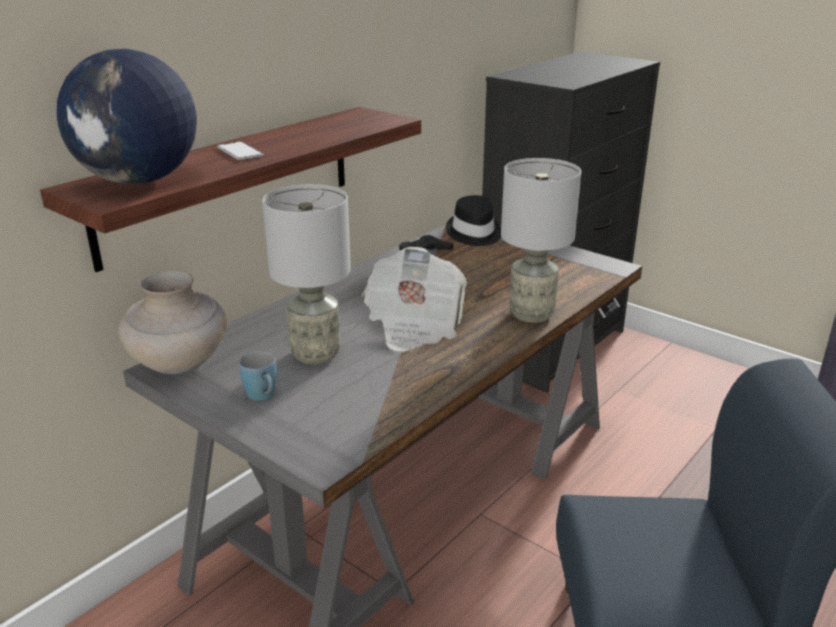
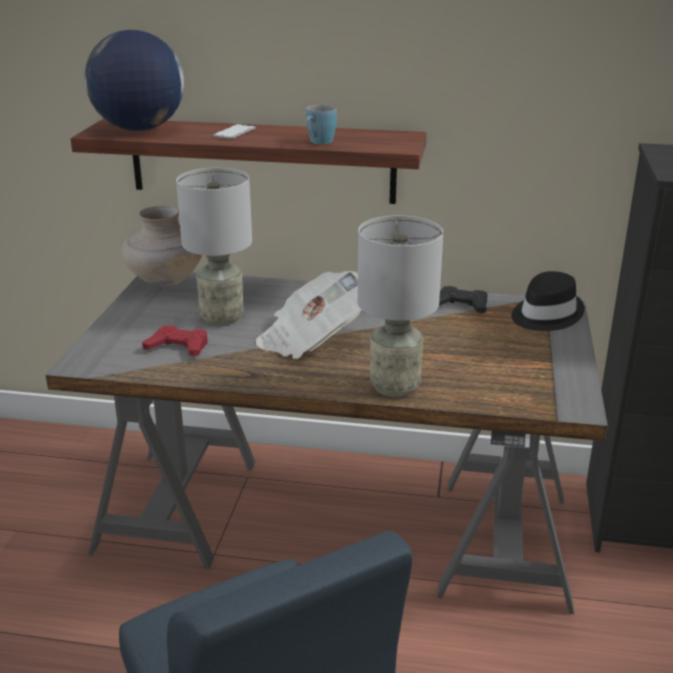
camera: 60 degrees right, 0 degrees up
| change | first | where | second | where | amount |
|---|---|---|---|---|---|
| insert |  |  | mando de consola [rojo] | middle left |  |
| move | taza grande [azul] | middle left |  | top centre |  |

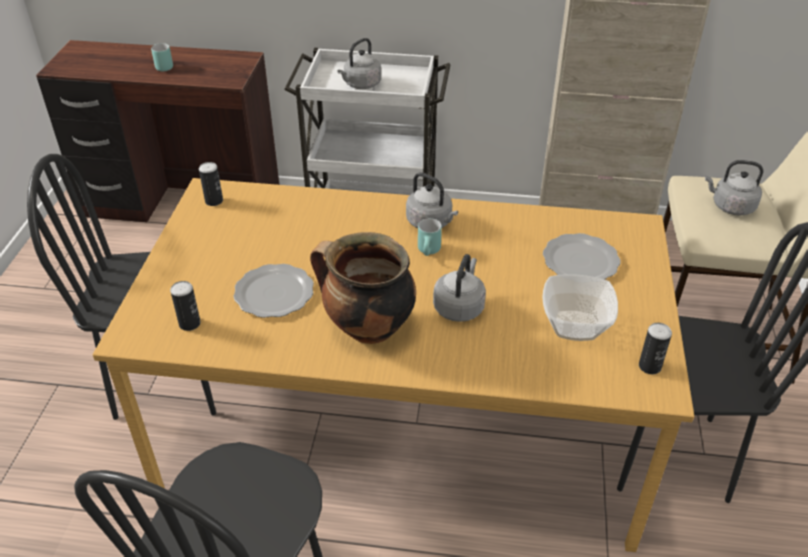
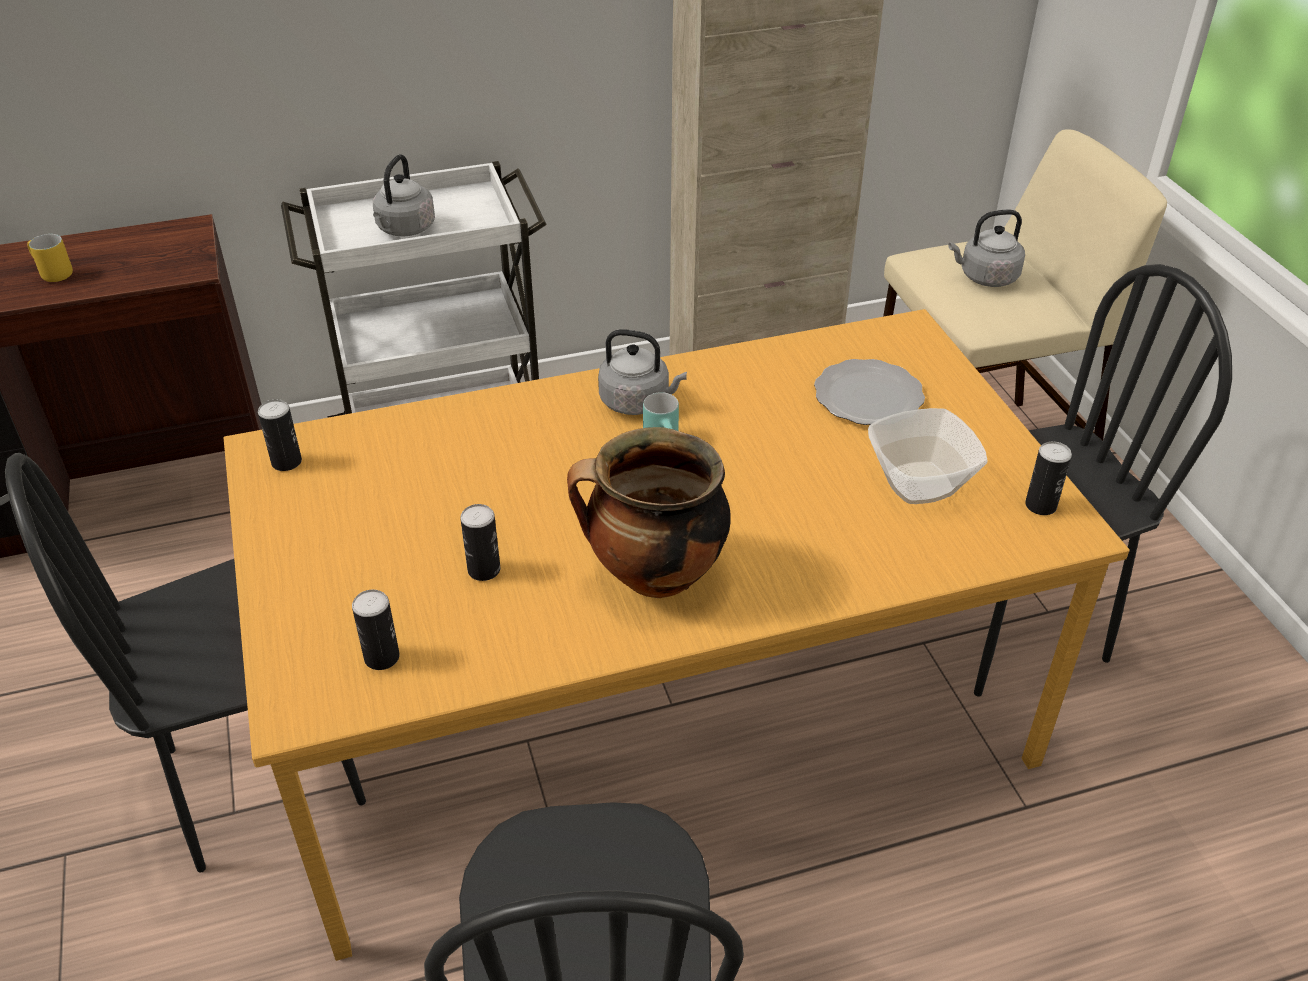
camera: 25 degrees left, 0 degrees up
| change | first | where | second | where | amount |
|---|---|---|---|---|---|
| delete | hervidor [gris] (3rd from left) | centre |  |  |  |
| replace | plato (1st from left) | centre | lata (3rd from left) | centre |  |
| recolor | taza grande [turquesa] (1st from left) | top left | taza grande [amarillo] | top left |  |

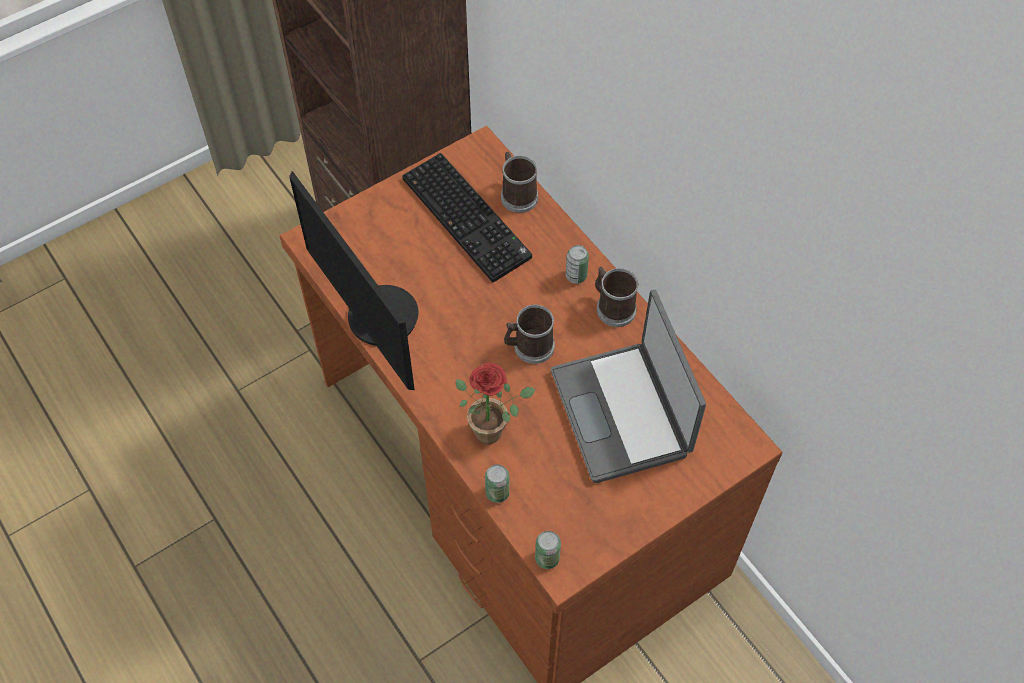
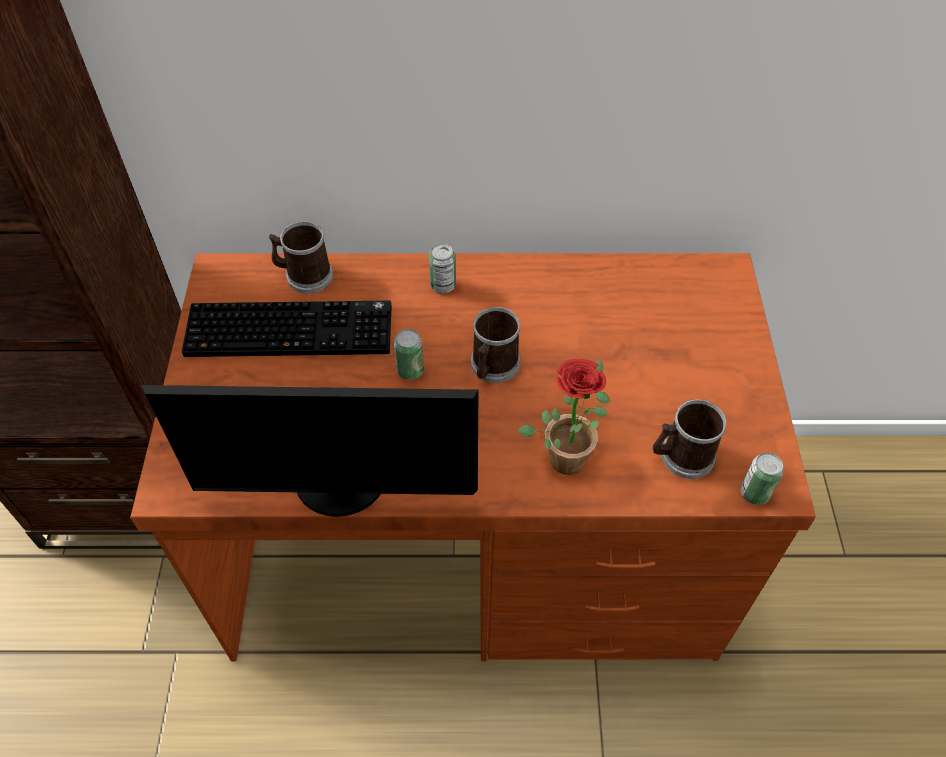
camera: 55 degrees left, 5 degrees down
| change | first | where | second | where | amount |
|---|---|---|---|---|---|
| delete | portátil | centre |  |  |  |
| move | lata (1st from left) | bottom centre |  | centre |  |
| move | taza grande (3rd from left) | centre |  | middle right |  |

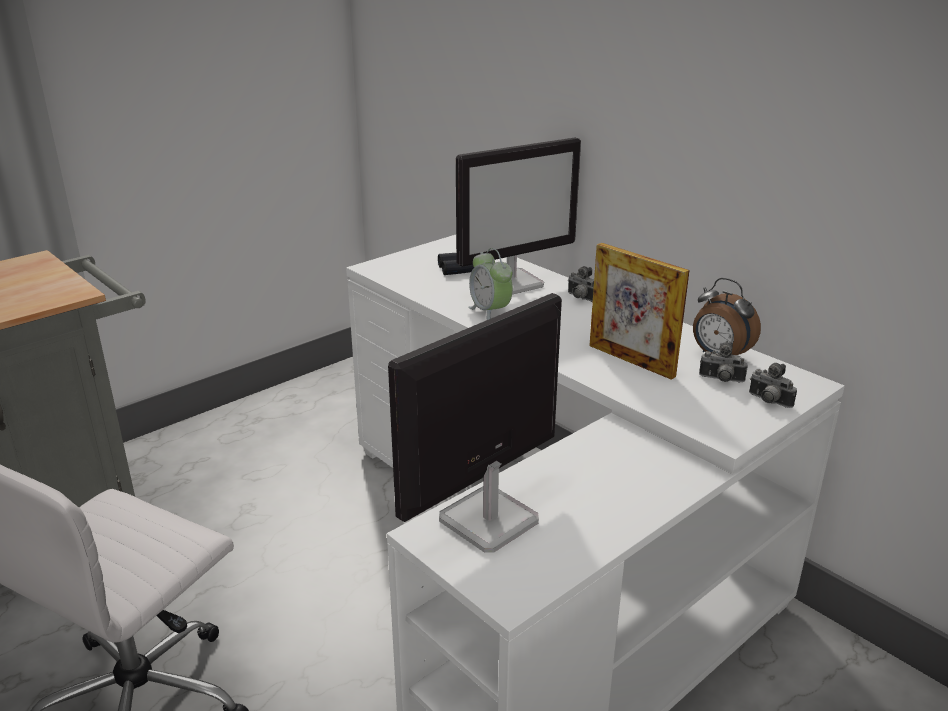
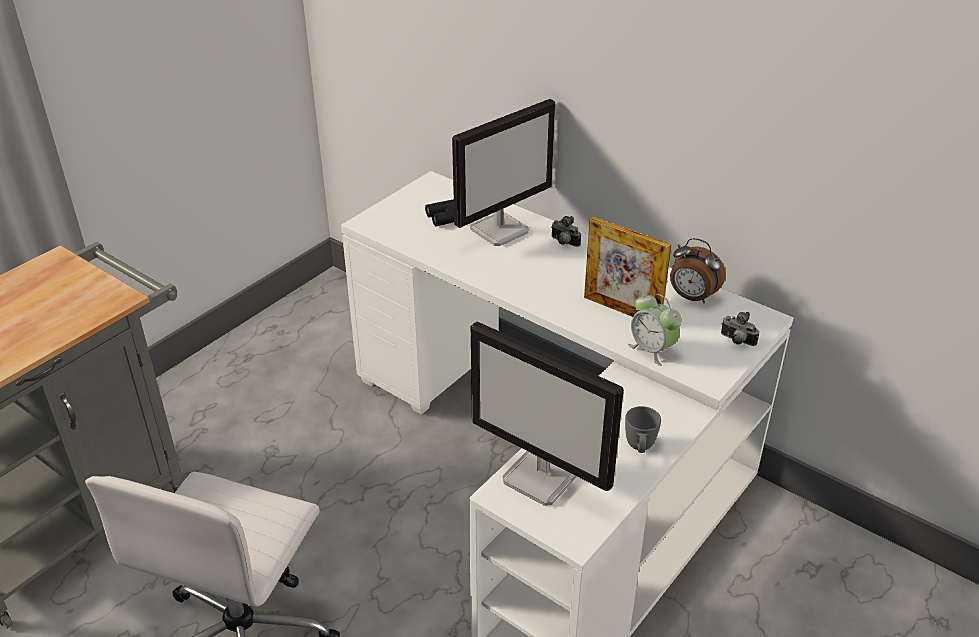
camera: 10 degrees left, 10 degrees up
| change | first | where | second | where | amount |
|---|---|---|---|---|---|
| delete | cámara (2nd from left) | middle right |  |  |  |
| insert |  |  | taza grande [gris] | bottom centre |  |
| move | despertador (1st from left) | centre |  | middle right |  |
| rotate | monitor (1st from left in the first image) | centre | monitor (2nd from left) | centre | 90 degrees counterclockwise |

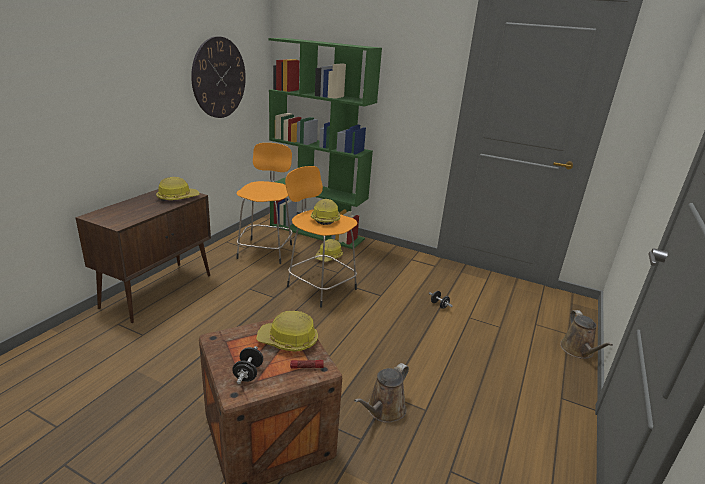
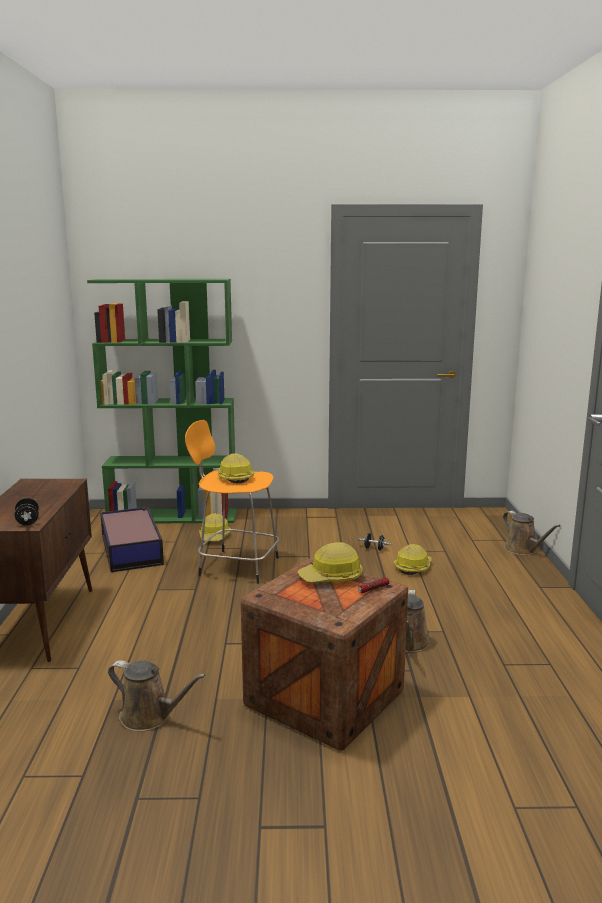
camera: 25 degrees left, 10 degrees down
| change | first | where | second | where | amount |
|---|---|---|---|---|---|
| delete | reloj de pared | top left |  |  |  |
| insert |  |  | regadera [marrón] (1st from left) | bottom left |  |
| move | casco (1st from left in the first image) | middle left | casco (4th from left) | middle right |  |
| move | mancuerna [negro] (1st from left) | bottom centre |  | middle left |  |
| replace | taburete [naranja] (1st from left) | centre | caja de almacenaje | middle left |  |

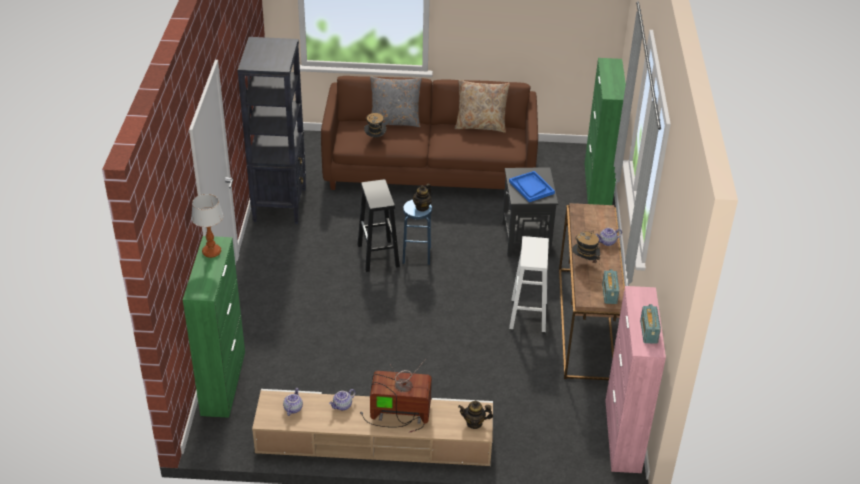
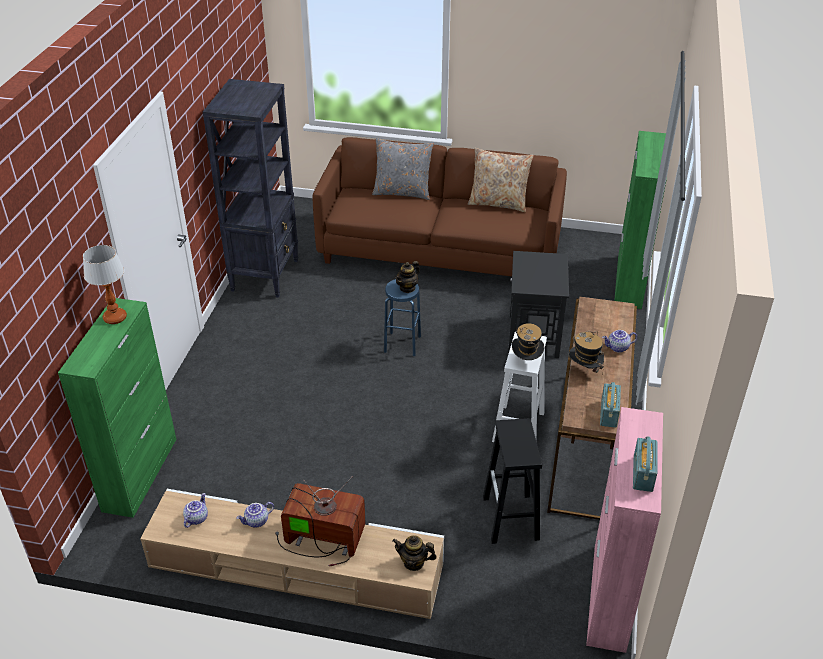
camera: 10 degrees right, 0 degrees up
| change | first | where | second | where | amount |
|---|---|---|---|---|---|
| delete | bandeja [azul] | centre |  |  |  |
| move | taburete [negro] | centre |  | bottom centre |  |
| move | sombrero (1st from left) | top centre |  | centre |  |

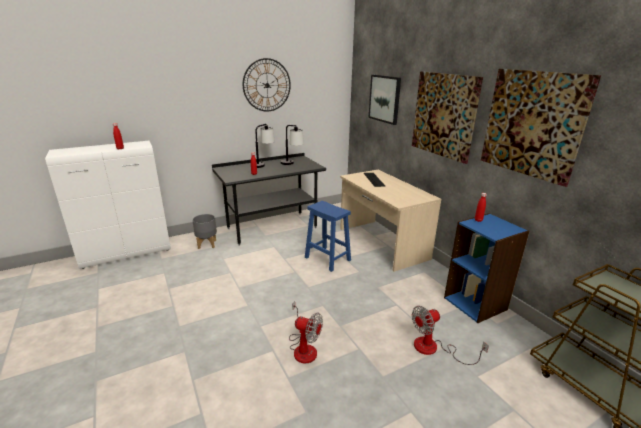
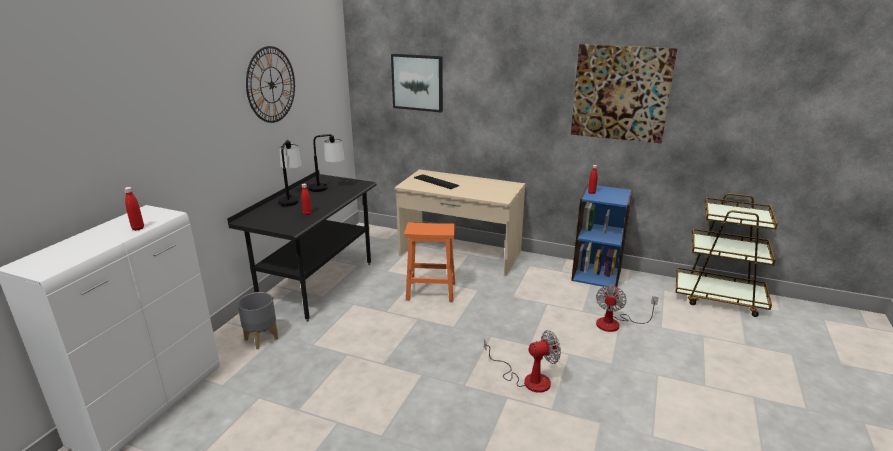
camera: 40 degrees left, 0 degrees up
| change | first | where | second | where | amount |
|---|---|---|---|---|---|
| delete | cuadro (2nd from left) | top right |  |  |  |
| recolor | taburete [azul] | centre | taburete [naranja] | centre |  |

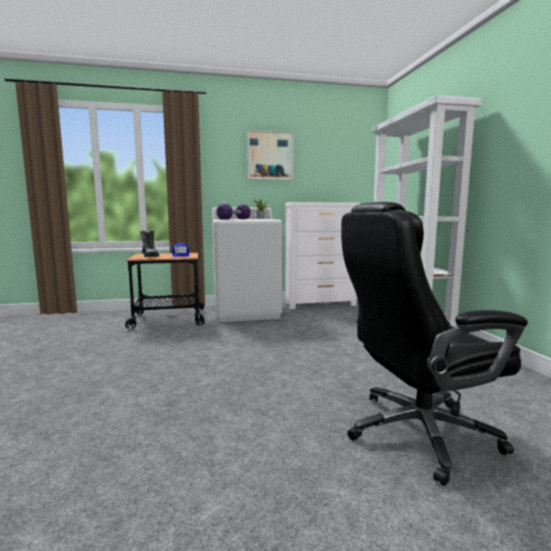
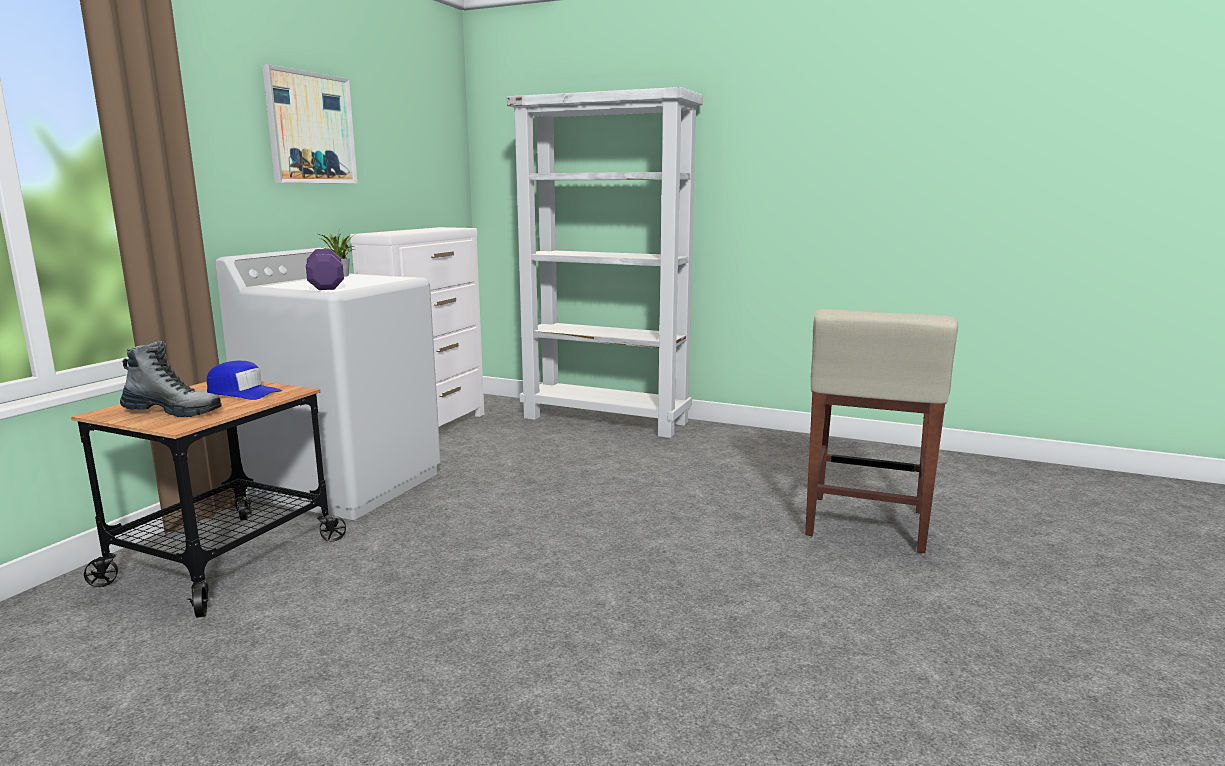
camera: 55 degrees left, 5 degrees up
| change | first | where | second | where | amount |
|---|---|---|---|---|---|
| replace | silla de oficina [negro] | middle right | taburete [beis] | middle right |  |

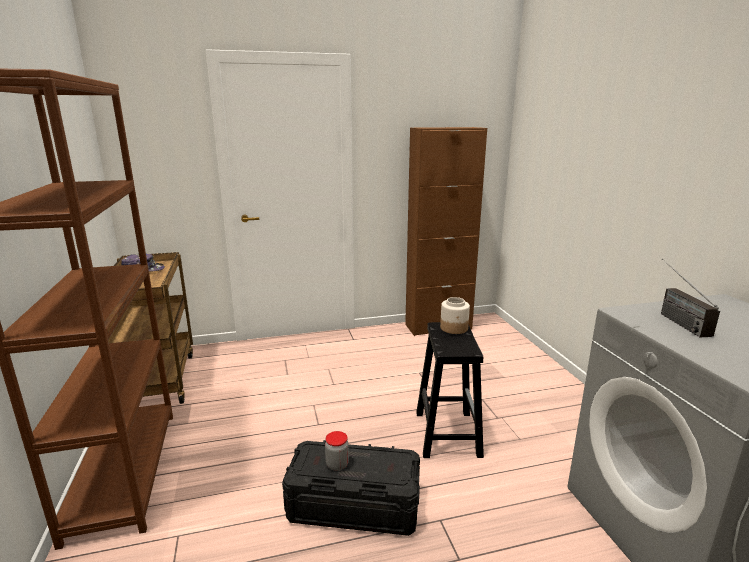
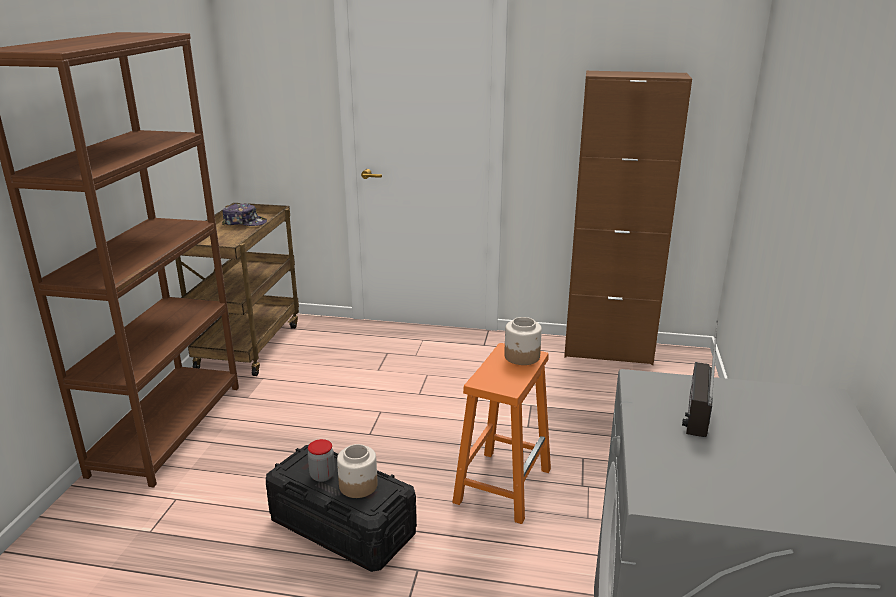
camera: 25 degrees right, 5 degrees up
| change | first | where | second | where | amount |
|---|---|---|---|---|---|
| insert |  |  | tarro (2nd from left) | bottom centre |  |
| recolor | taburete [negro] | bottom centre | taburete [naranja] | bottom centre |  |

